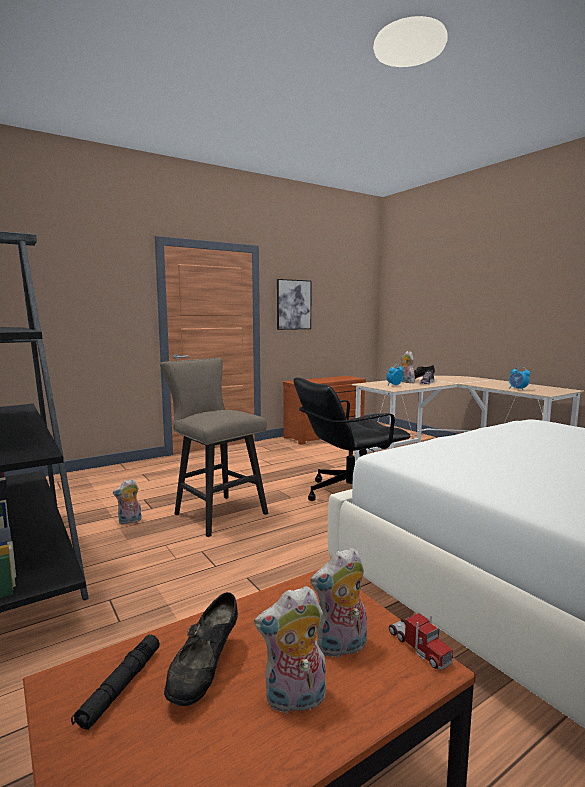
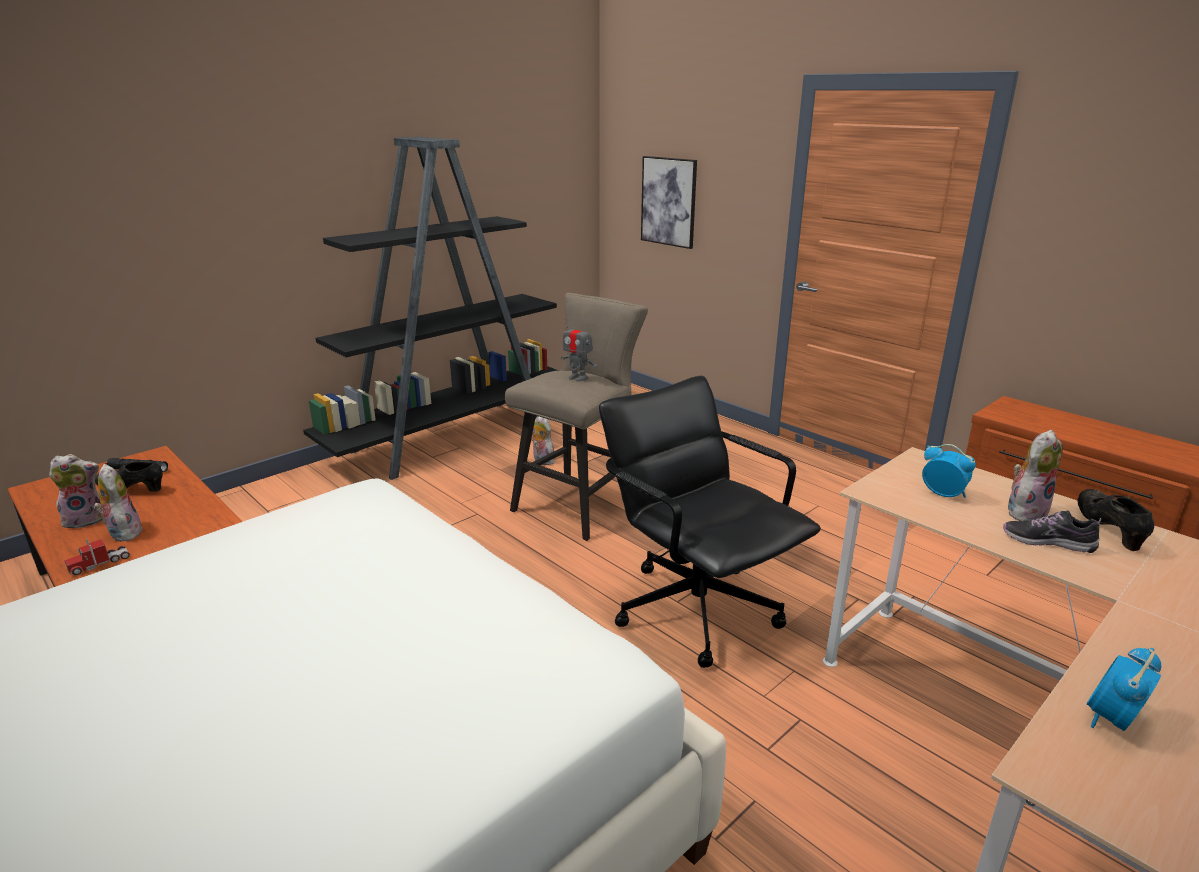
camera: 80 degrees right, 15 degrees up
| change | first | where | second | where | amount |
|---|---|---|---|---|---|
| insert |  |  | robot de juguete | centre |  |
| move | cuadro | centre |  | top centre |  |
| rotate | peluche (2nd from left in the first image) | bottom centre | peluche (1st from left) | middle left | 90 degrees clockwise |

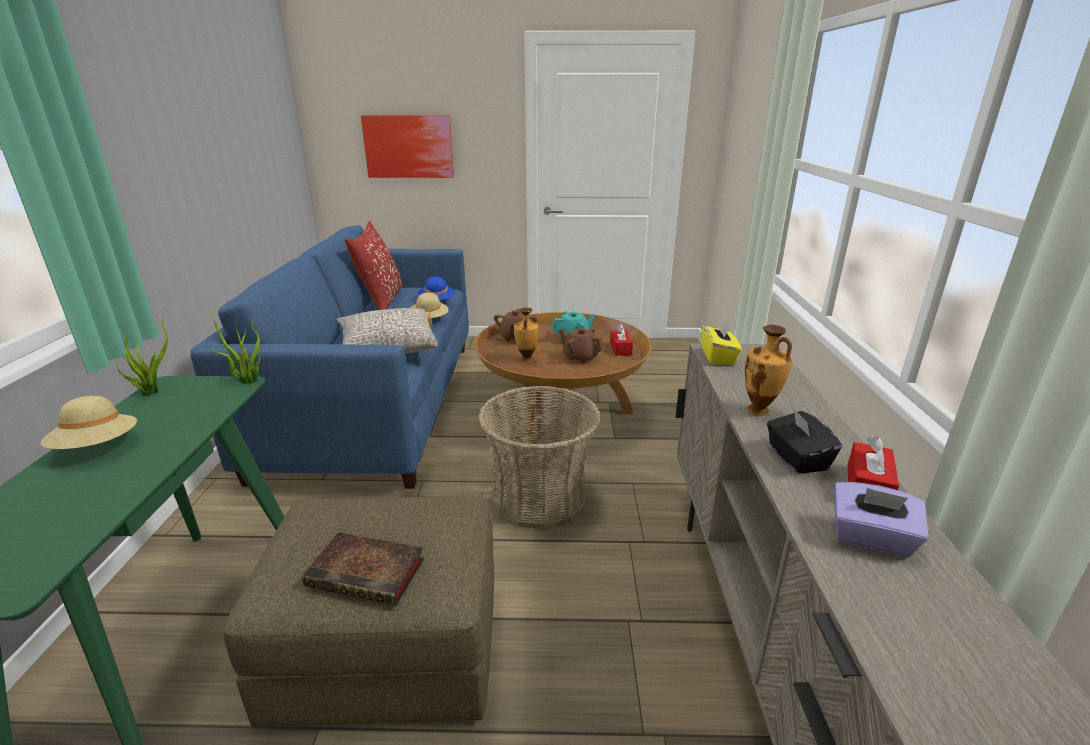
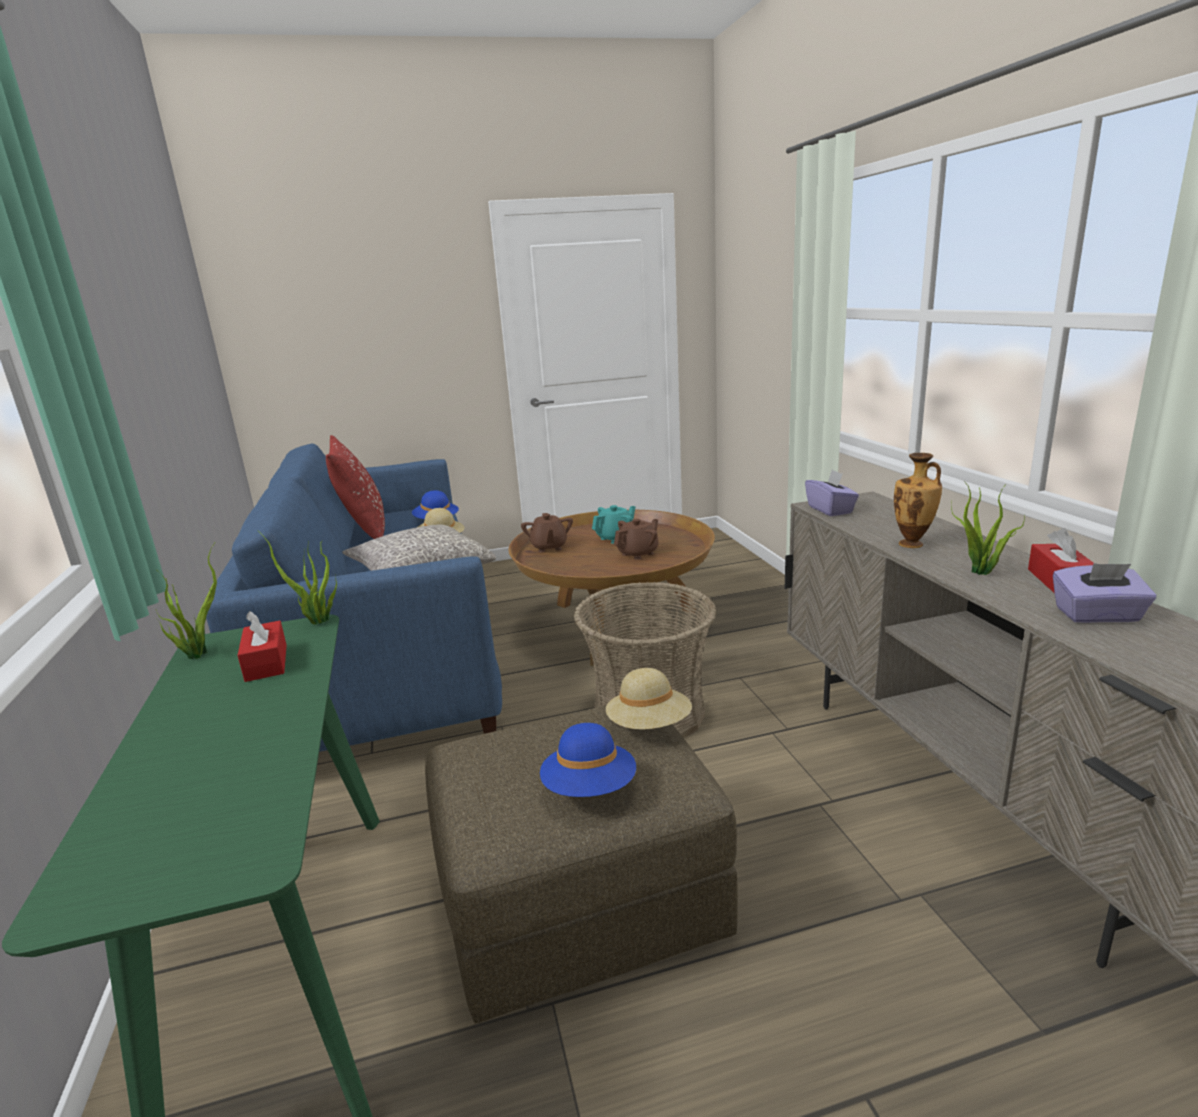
camera: 15 degrees left, 5 degrees down
| change | first | where | second | where | amount |
|---|---|---|---|---|---|
| delete | cuadro | top centre |  |  |  |
| delete | florero (1st from left) | centre |  |  |  |
| move | sombrero [beis] (1st from left in the first image) | middle left | sombrero [beis] (2nd from left) | centre |  |
| move | caja de pañuelos [rojo] (1st from left) | centre |  | middle left |  |
| replace | libro | bottom left | sombrero [azul] (2nd from left) | bottom centre |  |
| replace | caja de pañuelos [negro] | middle right | planta en maceta (3rd from left) | middle right |  |
| recolor | caja de pañuelos [amarillo] | centre | caja de pañuelos [morado] (1st from left) | middle right |  |
| rotate | tetera [marrón] (2nd from left) | centre |  | centre | 120 degrees clockwise |

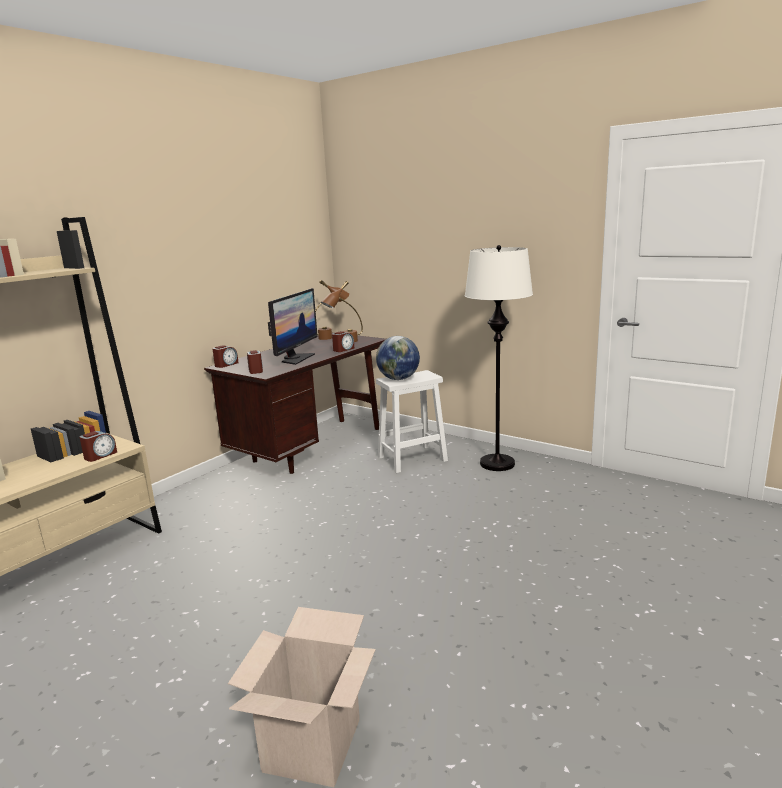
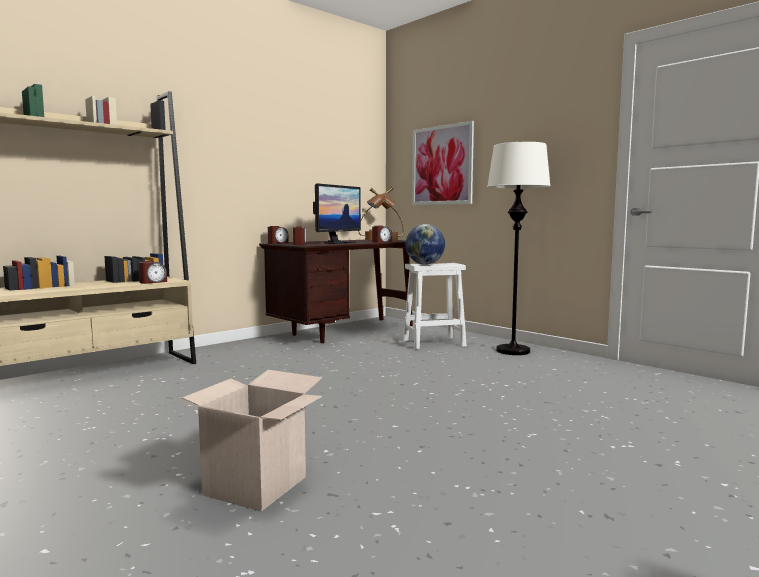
camera: 10 degrees right, 10 degrees down
| change | first | where | second | where | amount |
|---|---|---|---|---|---|
| insert |  |  | cuadro | top centre |  |

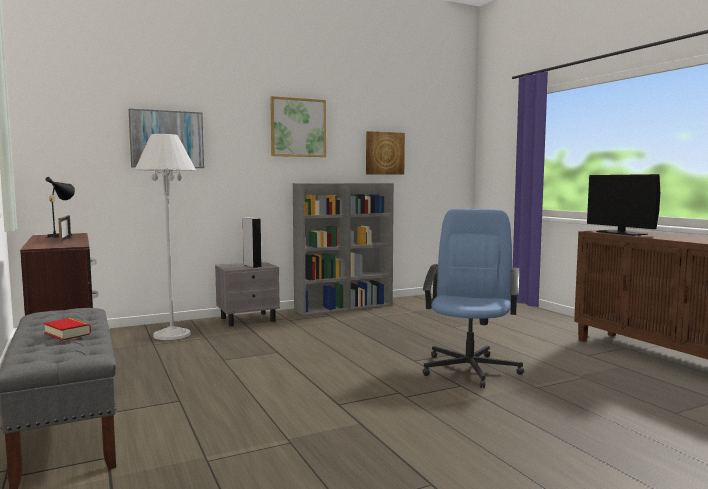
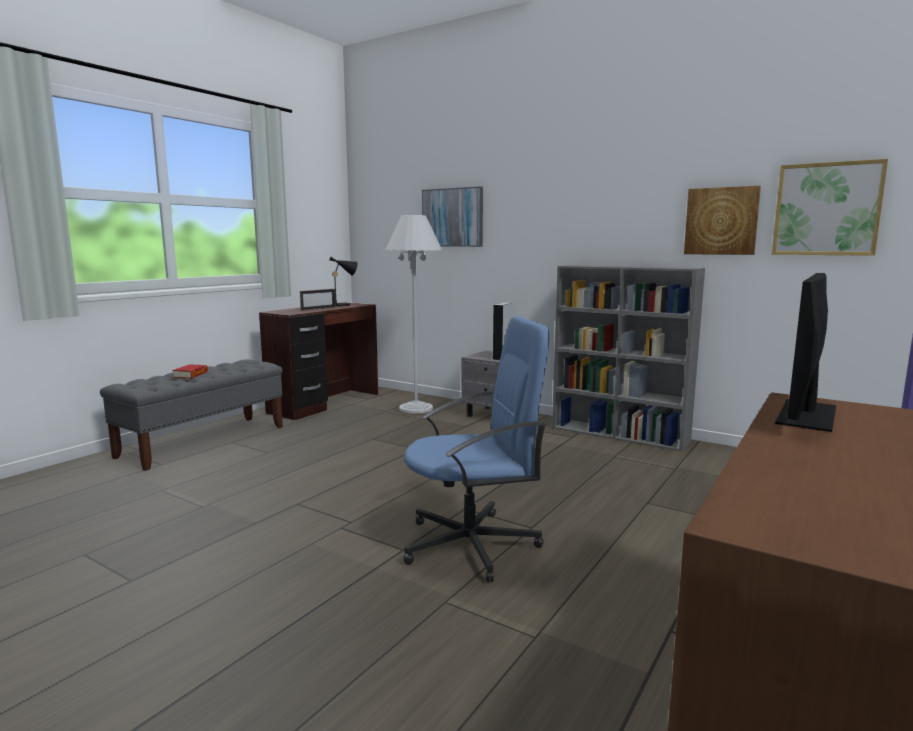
camera: 60 degrees right, 5 degrees up
| change | first | where | second | where | amount |
|---|---|---|---|---|---|
| move | cuadro (2nd from left in the first image) | top centre | cuadro (3rd from left) | top right |  |

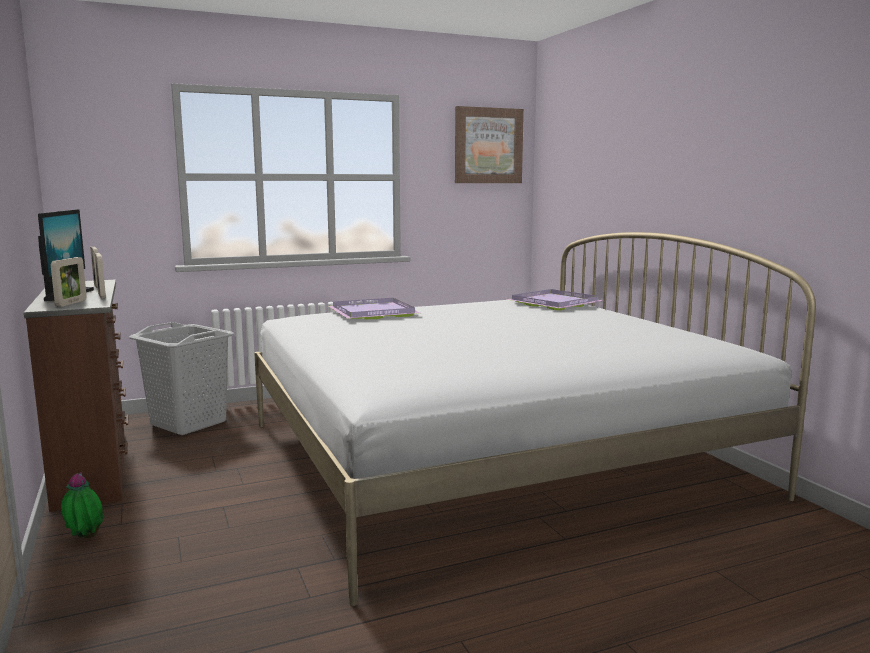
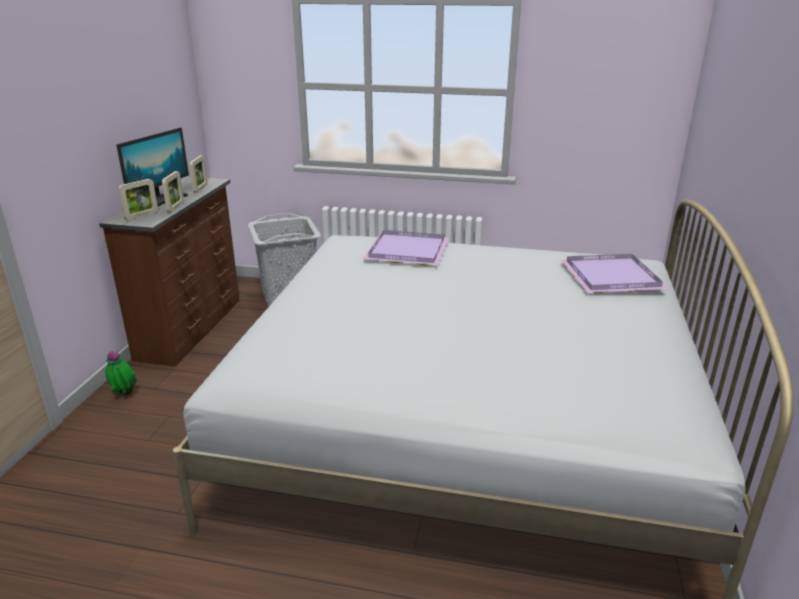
camera: 35 degrees right, 15 degrees up
| change | first | where | second | where | amount |
|---|---|---|---|---|---|
| delete | cuadro | top centre |  |  |  |

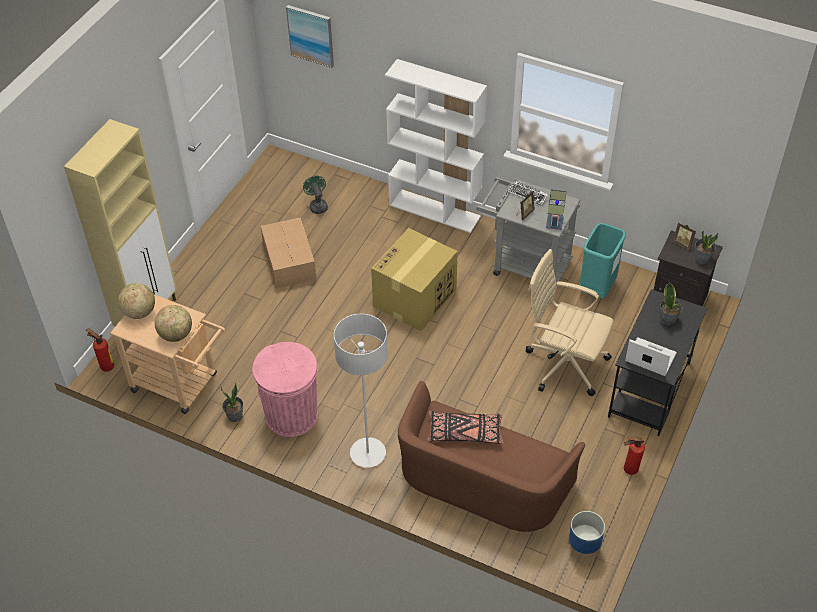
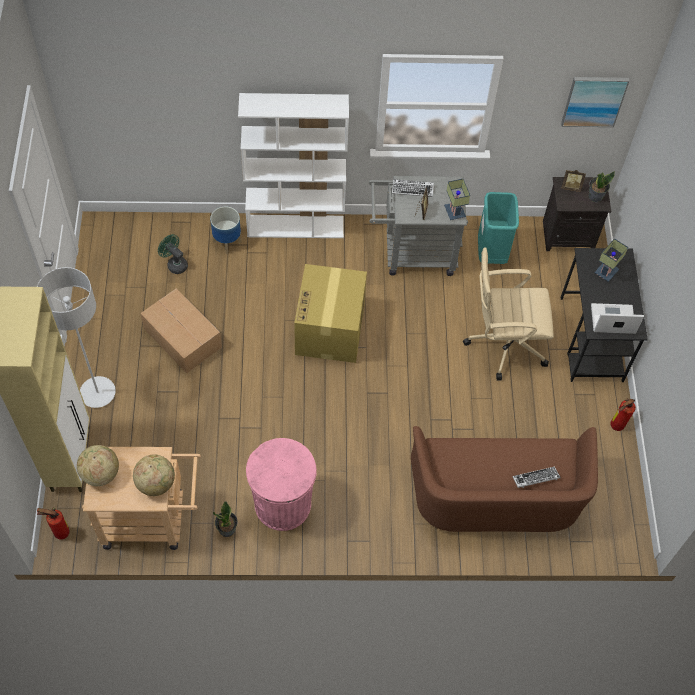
camera: 30 degrees left, 10 degrees up
| change | first | where | second | where | amount |
|---|---|---|---|---|---|
| delete | cojín [negro] | bottom centre |  |  |  |
| insert |  |  | teclado (2nd from left) | bottom right |  |
| move | cuadro | top centre |  | top right |  |
| move | lámpara de pie [gris] | centre |  | middle left |  |
| move | maceta | bottom right |  | top left |  |
| replace | planta en maceta (2nd from left) | middle right | lámpara de mesa (2nd from left) | middle right |  |

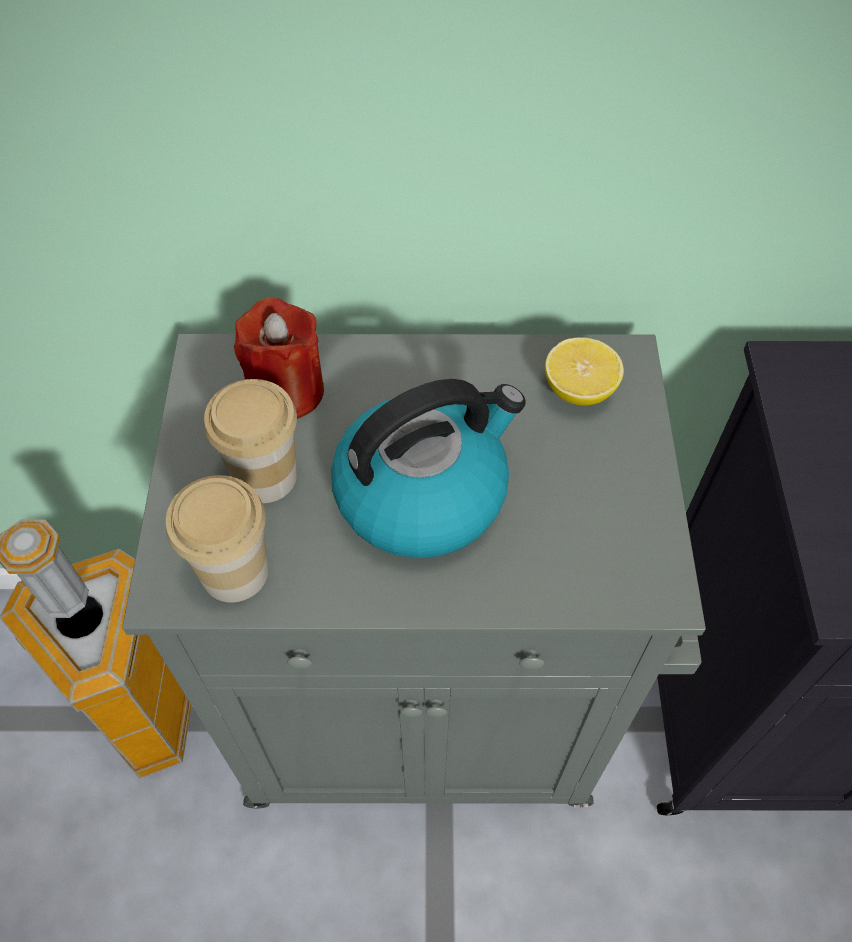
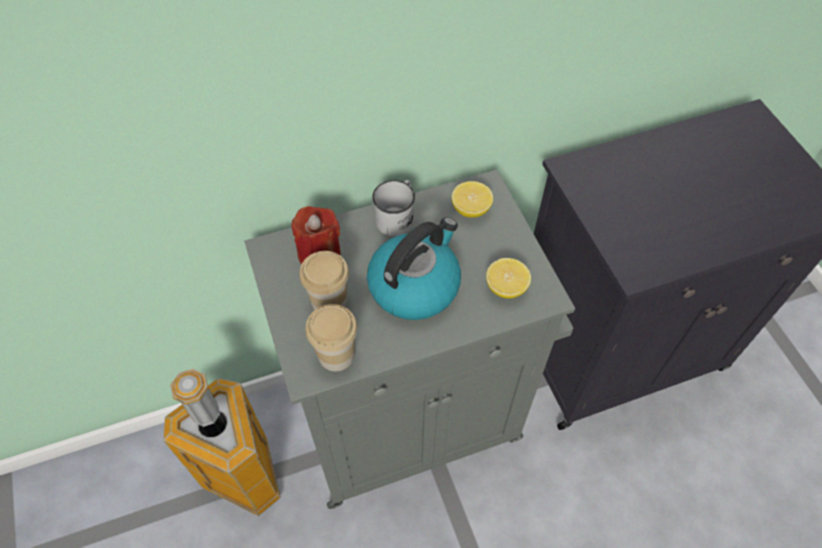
camera: 20 degrees left, 0 degrees up
| change | first | where | second | where | amount |
|---|---|---|---|---|---|
| insert |  |  | taza grande [blanco] | centre |  |
| insert |  |  | limón (2nd from left) | centre |  |

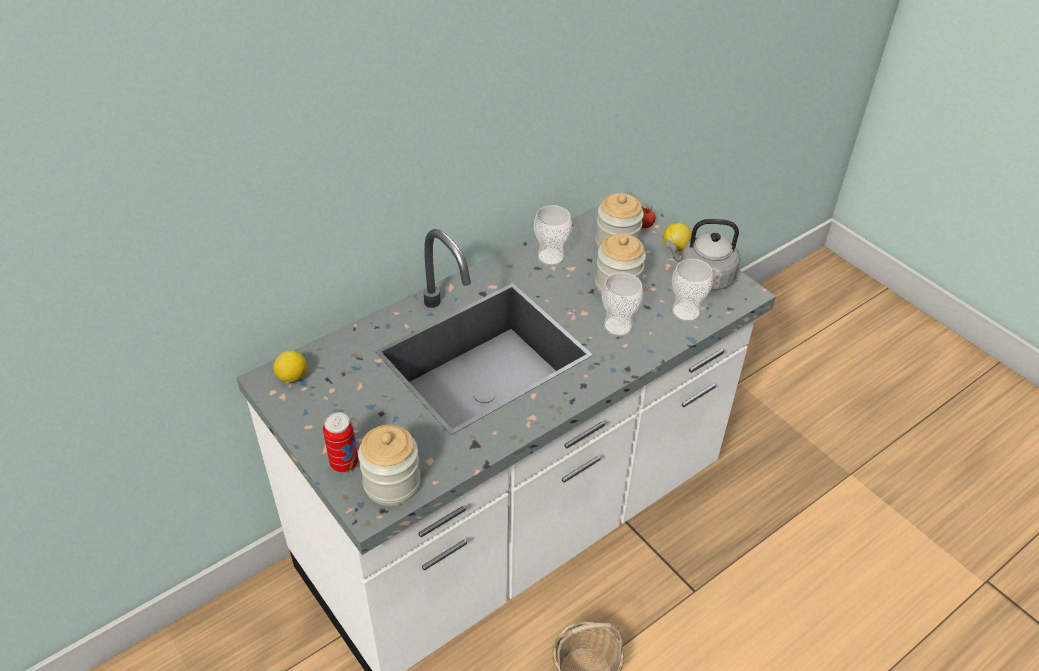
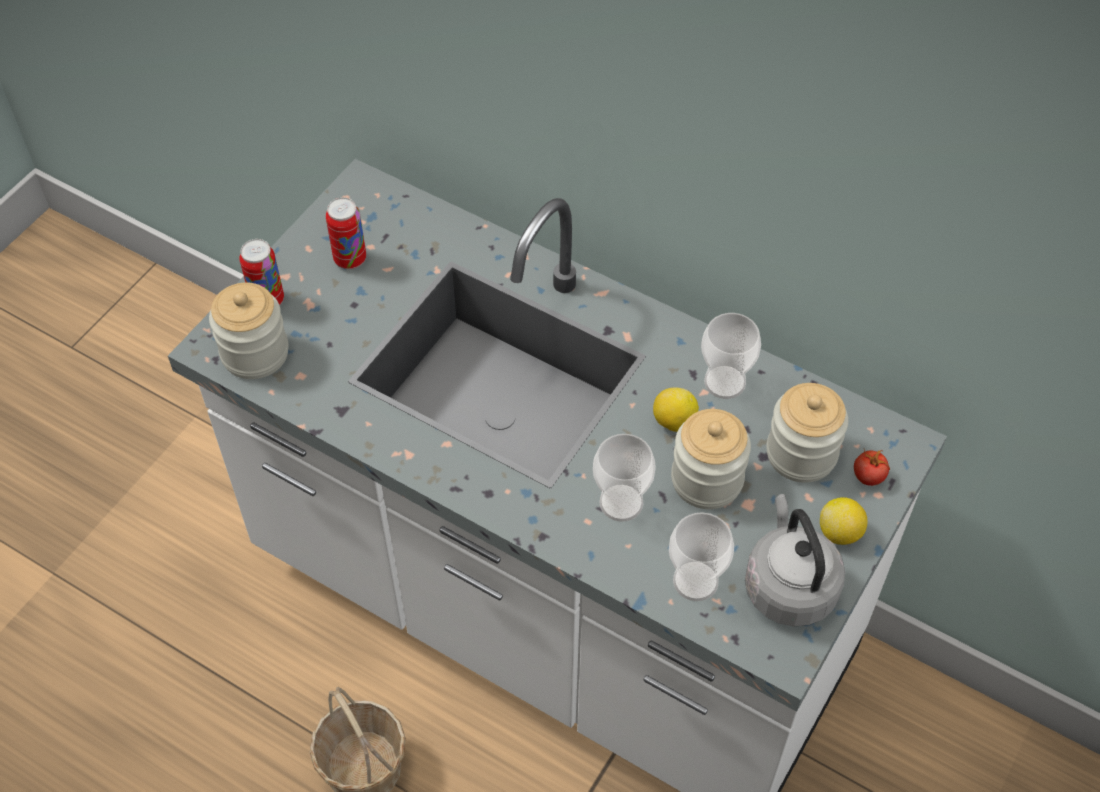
camera: 70 degrees right, 10 degrees up
| change | first | where | second | where | amount |
|---|---|---|---|---|---|
| insert |  |  | lata (2nd from left) | top left |  |
| move | limón (1st from left) | middle left |  | centre |  |

